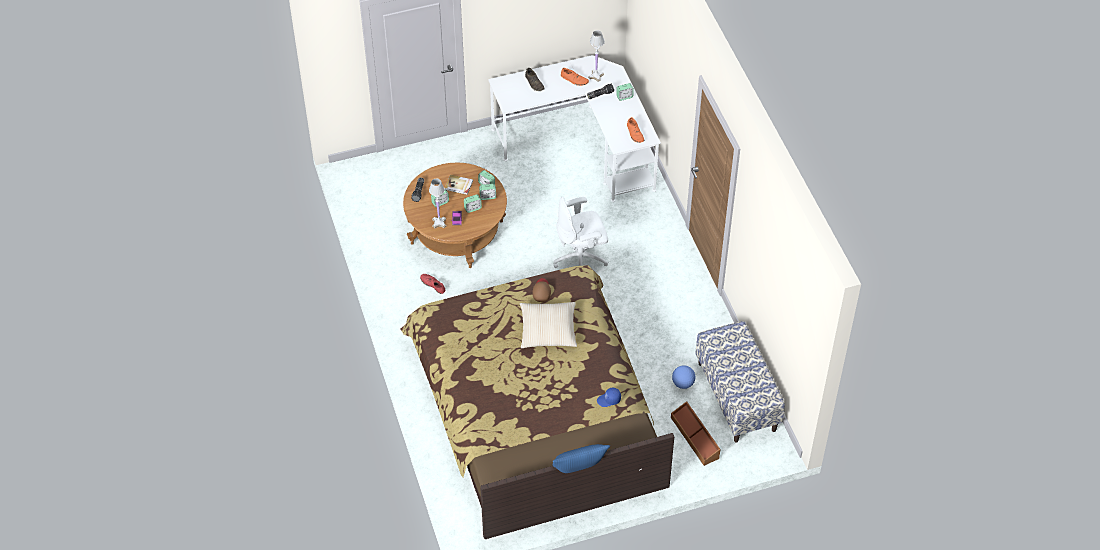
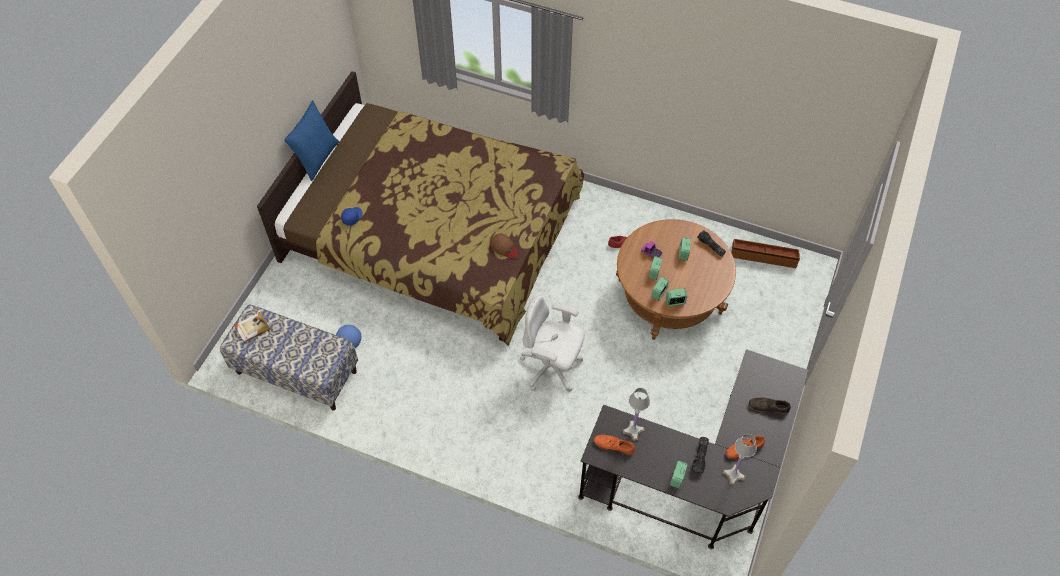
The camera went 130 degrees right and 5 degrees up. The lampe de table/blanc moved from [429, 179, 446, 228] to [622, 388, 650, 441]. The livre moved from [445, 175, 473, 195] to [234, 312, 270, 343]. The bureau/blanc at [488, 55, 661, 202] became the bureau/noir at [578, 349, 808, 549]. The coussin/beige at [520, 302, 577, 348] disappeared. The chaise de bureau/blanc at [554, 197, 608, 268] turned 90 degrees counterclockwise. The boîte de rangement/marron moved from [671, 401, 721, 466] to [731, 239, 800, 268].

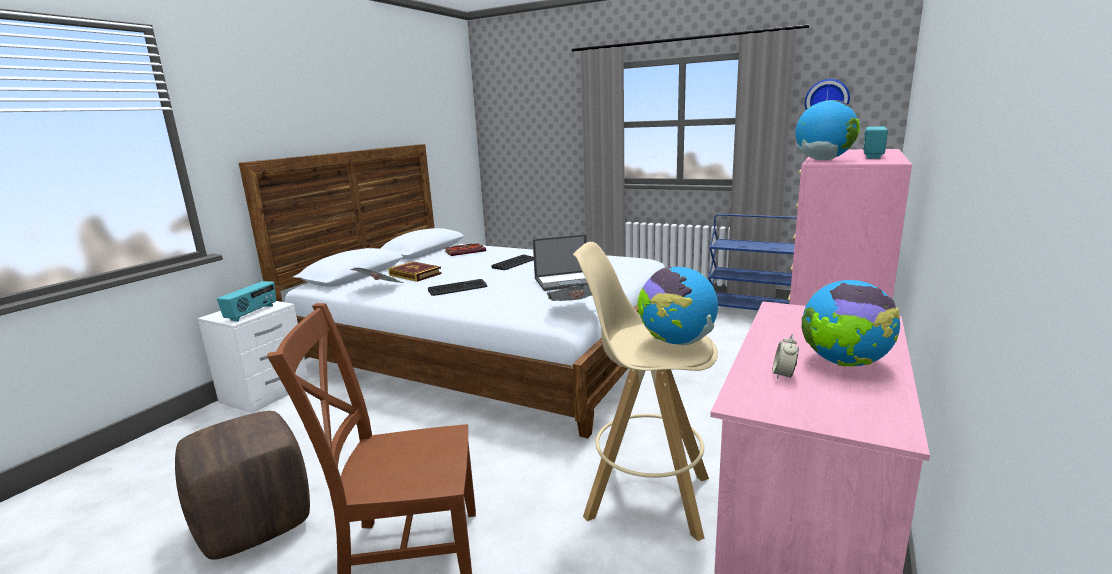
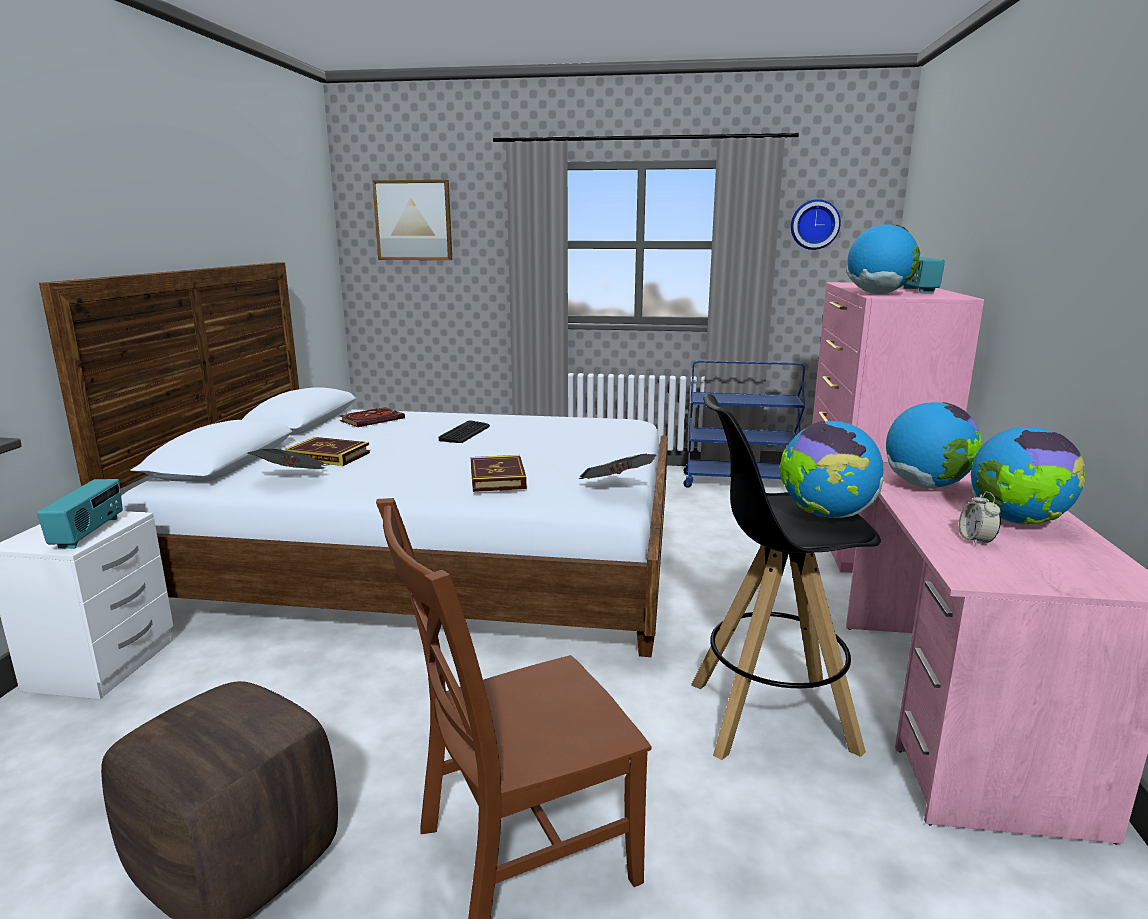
The camera went 20 degrees left and 0 degrees up. The clavier at [428, 279, 487, 296] disappeared. The ordinateur portable at [533, 234, 588, 291] disappeared. The tabouret/beige at [573, 242, 718, 541] became the tabouret/noir at [691, 394, 881, 760]. The tableau at [372, 180, 452, 260] appeared. The livre at [471, 455, 527, 492] appeared. The globe at [886, 402, 982, 489] appeared.

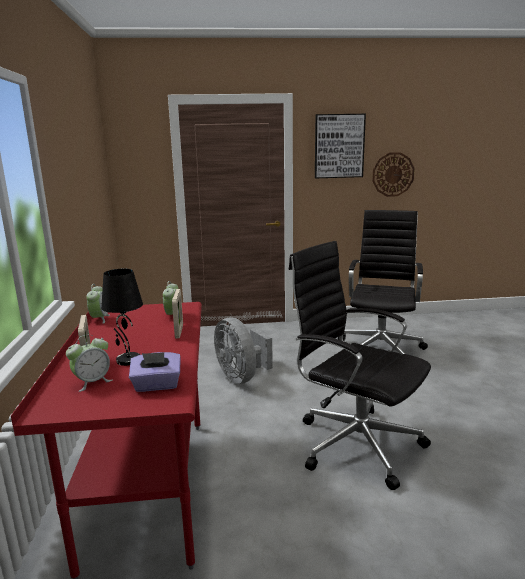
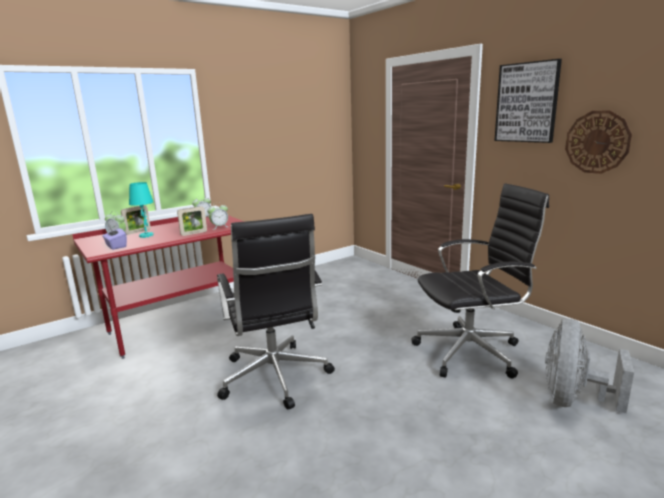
The camera went 60 degrees right and 0 degrees up. The lampe de table/noir at [101, 269, 143, 366] became the lampe de table/turquoise at [129, 182, 154, 238]. The ventilateur/gris moved from [214, 317, 273, 384] to [545, 319, 634, 413]. The chaise de bureau/noir at [289, 241, 431, 490] turned 150 degrees clockwise.

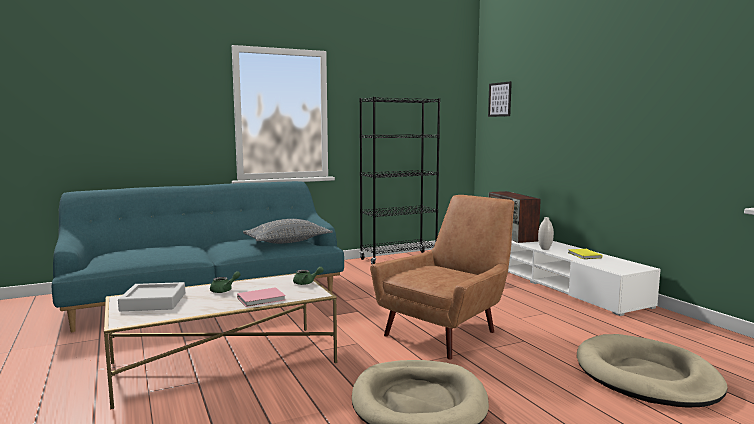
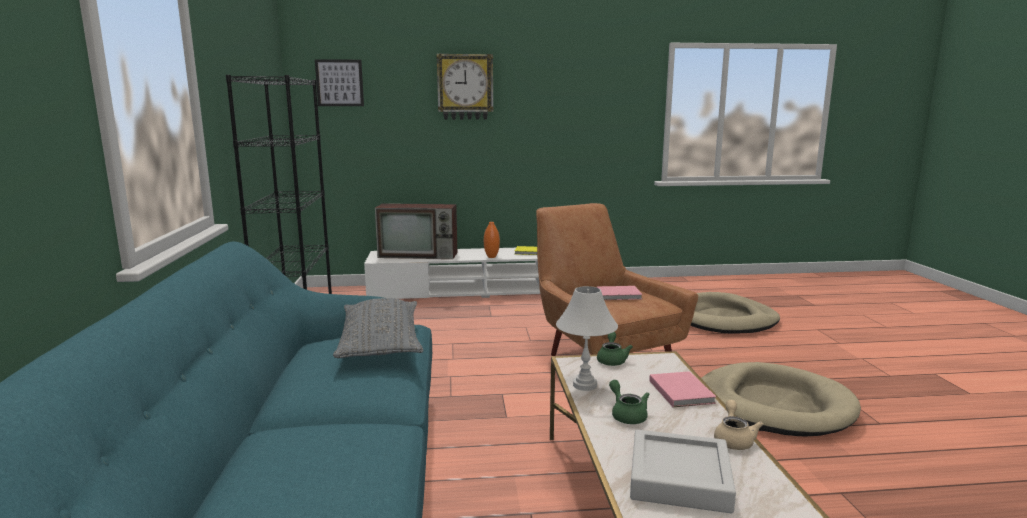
The camera went 70 degrees left and 5 degrees up. The vase/blanc at [538, 217, 554, 250] became the vase/orange at [484, 222, 500, 258]. The horloge murale at [437, 54, 494, 120] appeared. The lampe de table/blanc at [556, 286, 618, 391] appeared. The livre/rose at [597, 286, 643, 300] appeared. The théière/beige at [714, 400, 763, 450] appeared.

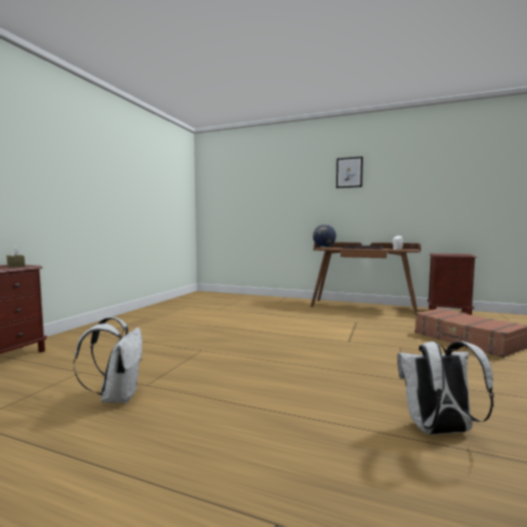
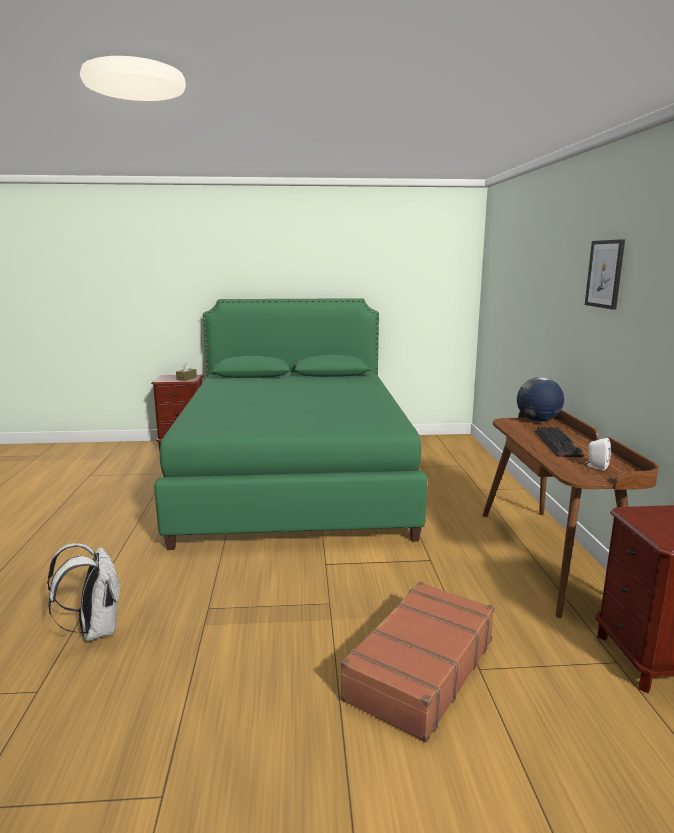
The camera went 65 degrees right and 10 degrees up. The sac à dos/blanc at [74, 317, 142, 403] disappeared. The lit/vert at [154, 298, 427, 550] appeared.

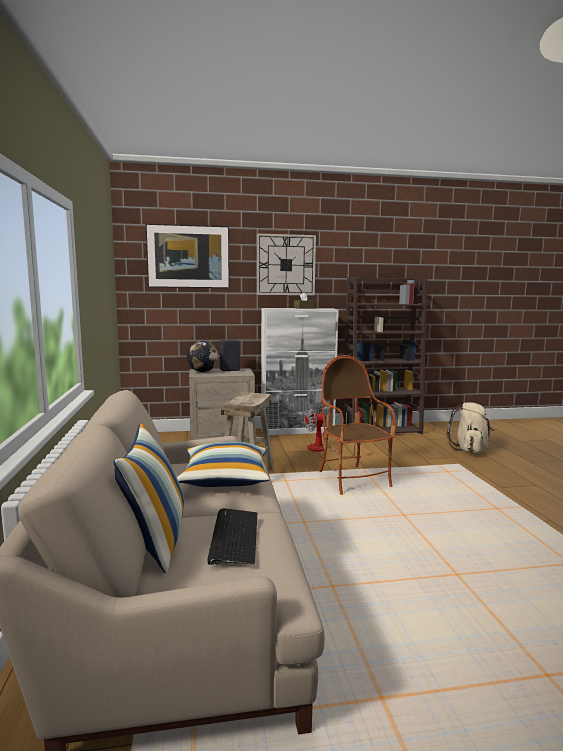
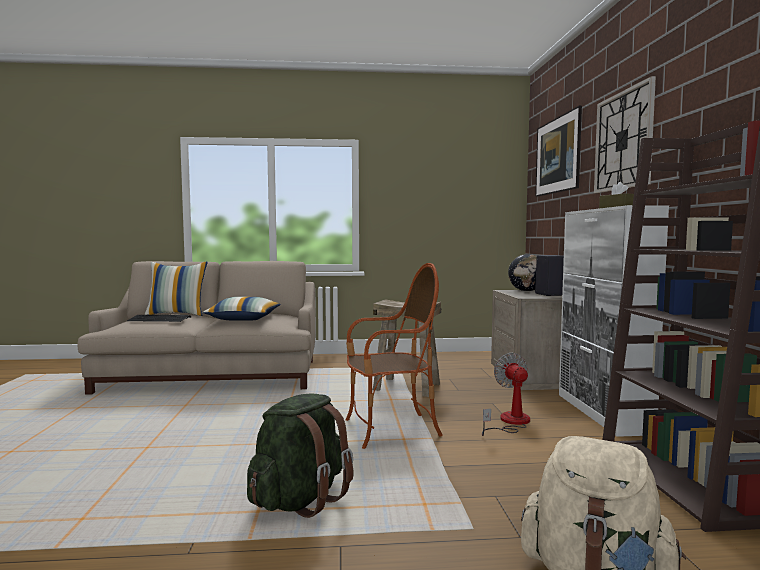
The camera went 95 degrees right and 5 degrees down. The sac à dos/vert at [247, 394, 353, 518] appeared.

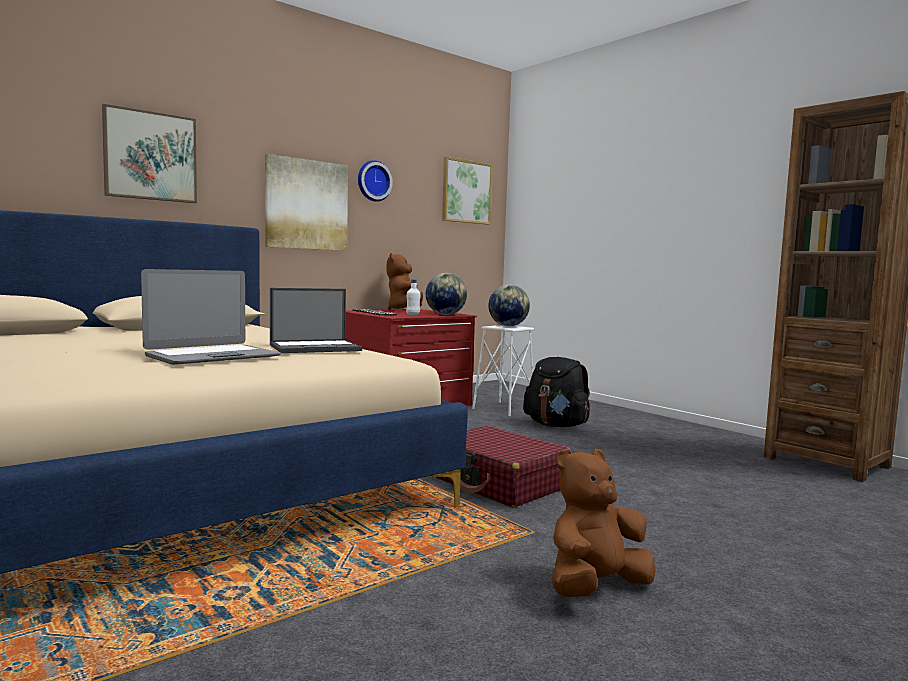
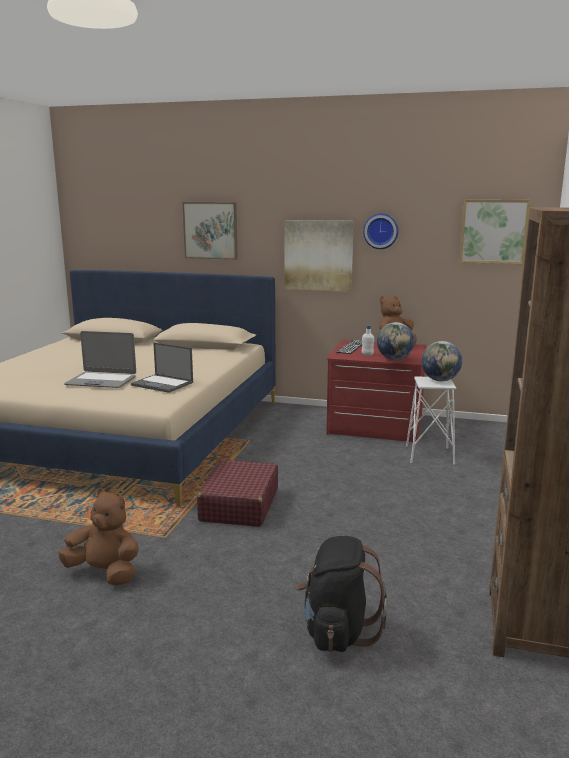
The camera went 55 degrees right and 10 degrees up. The sac à dos/noir moved from [523, 357, 590, 427] to [297, 536, 387, 652].

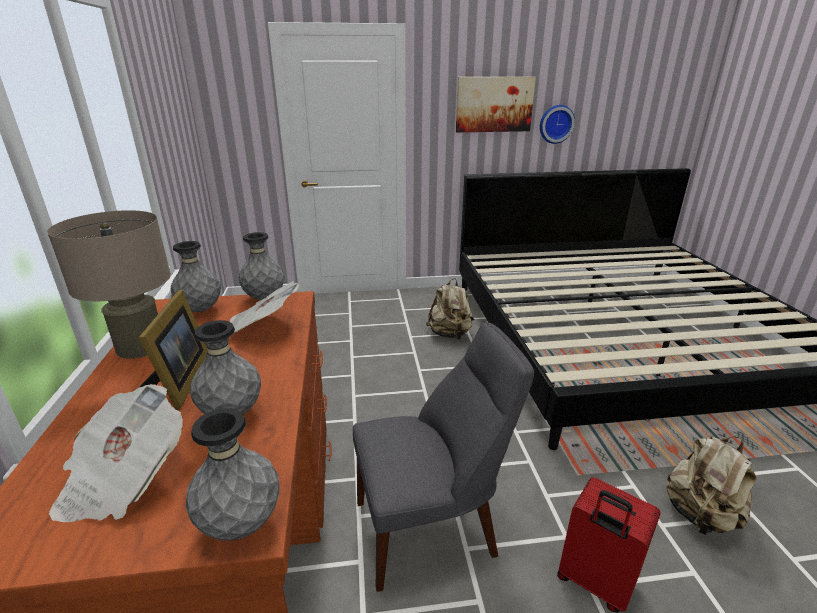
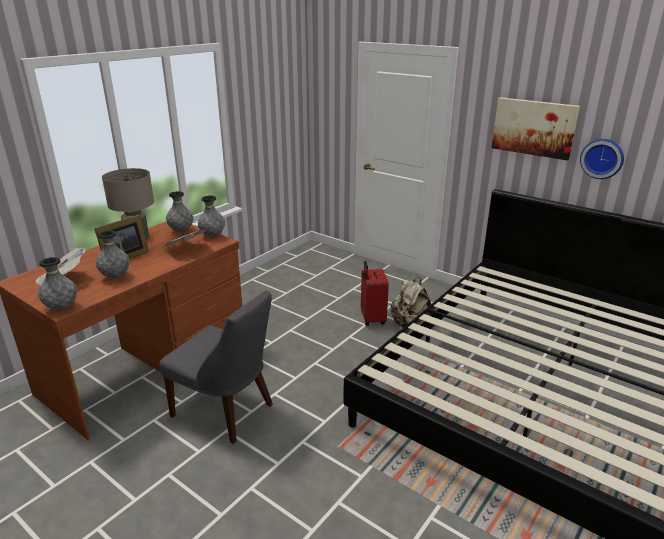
The camera went 45 degrees right and 0 degrees up. The valise/rouge moved from [557, 477, 661, 613] to [361, 261, 389, 326]. The sac à dos/beige at [666, 436, 756, 535] disappeared.

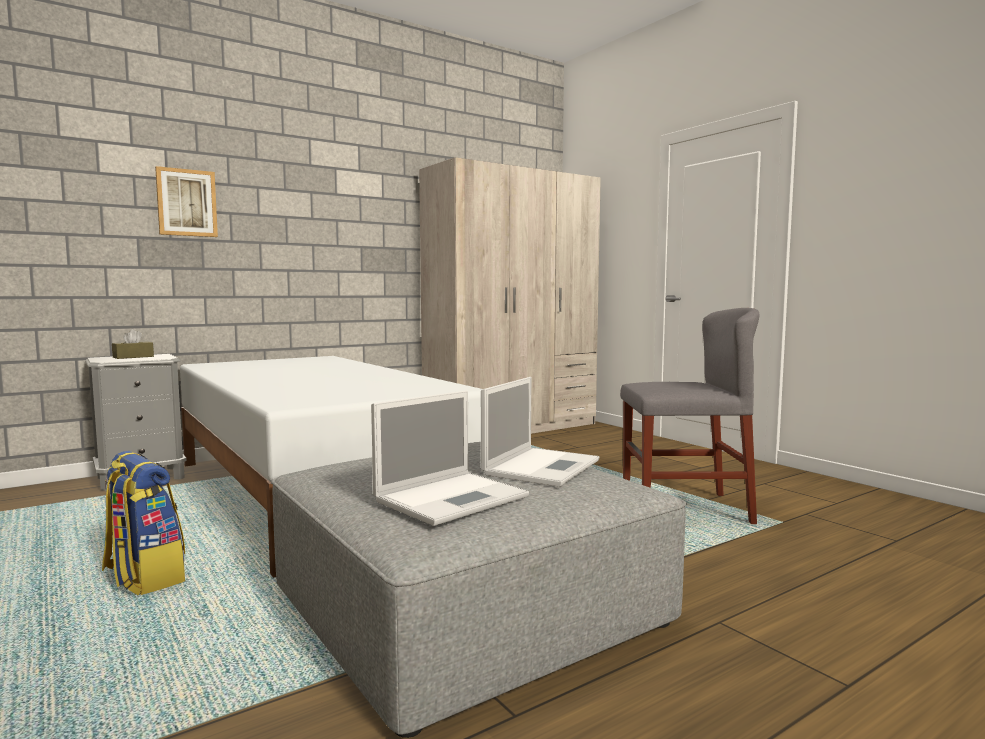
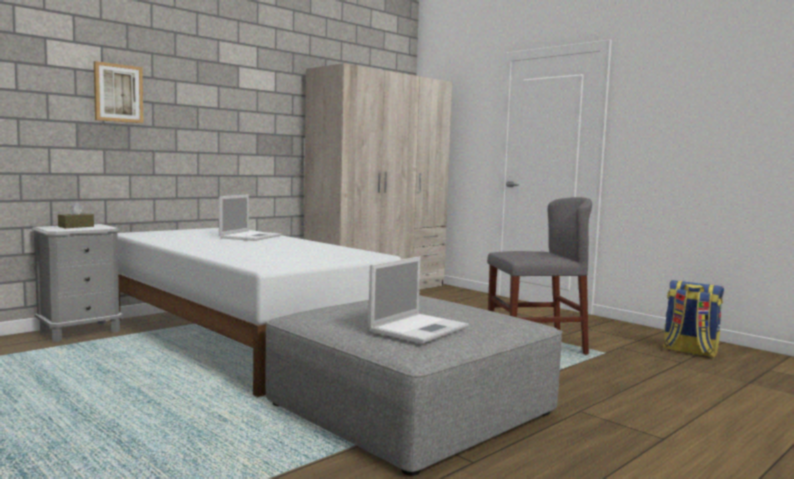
The camera went 10 degrees left and 0 degrees up. The sac à dos moved from [102, 451, 185, 596] to [662, 280, 724, 358]. The ordinateur portable moved from [481, 377, 599, 487] to [219, 194, 281, 241].

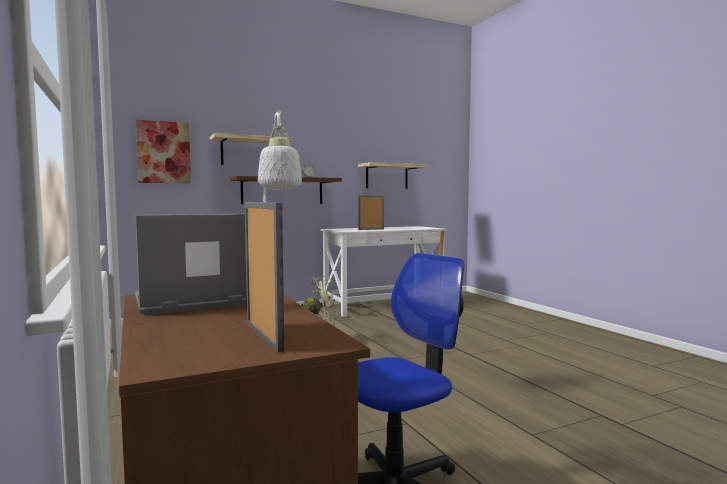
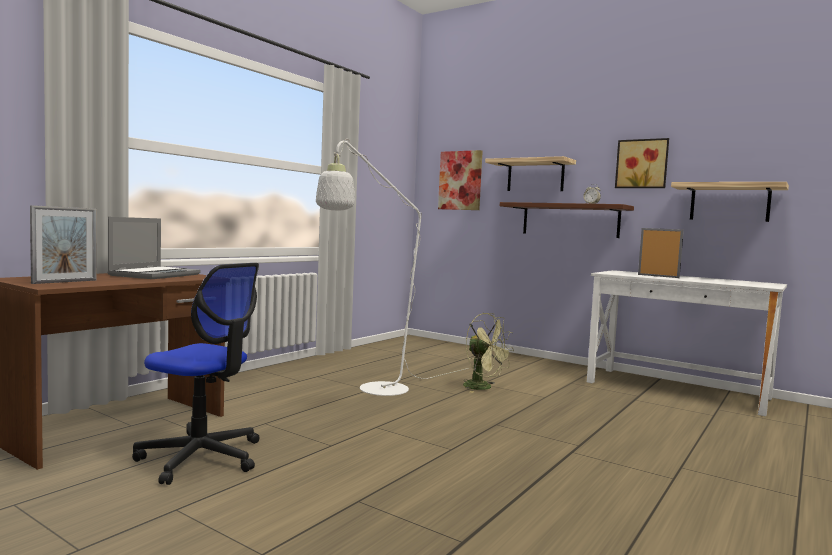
The camera went 60 degrees right and 0 degrees up. The ordinateur portable at [135, 213, 247, 315] turned 75 degrees clockwise. The tableau at [615, 138, 669, 188] appeared.

